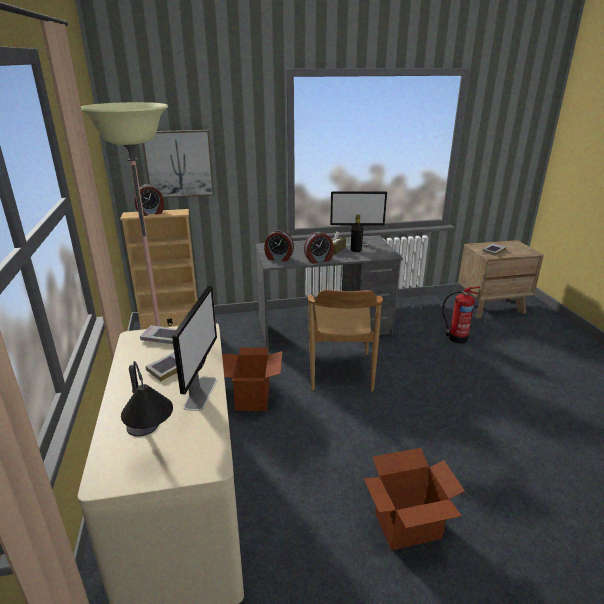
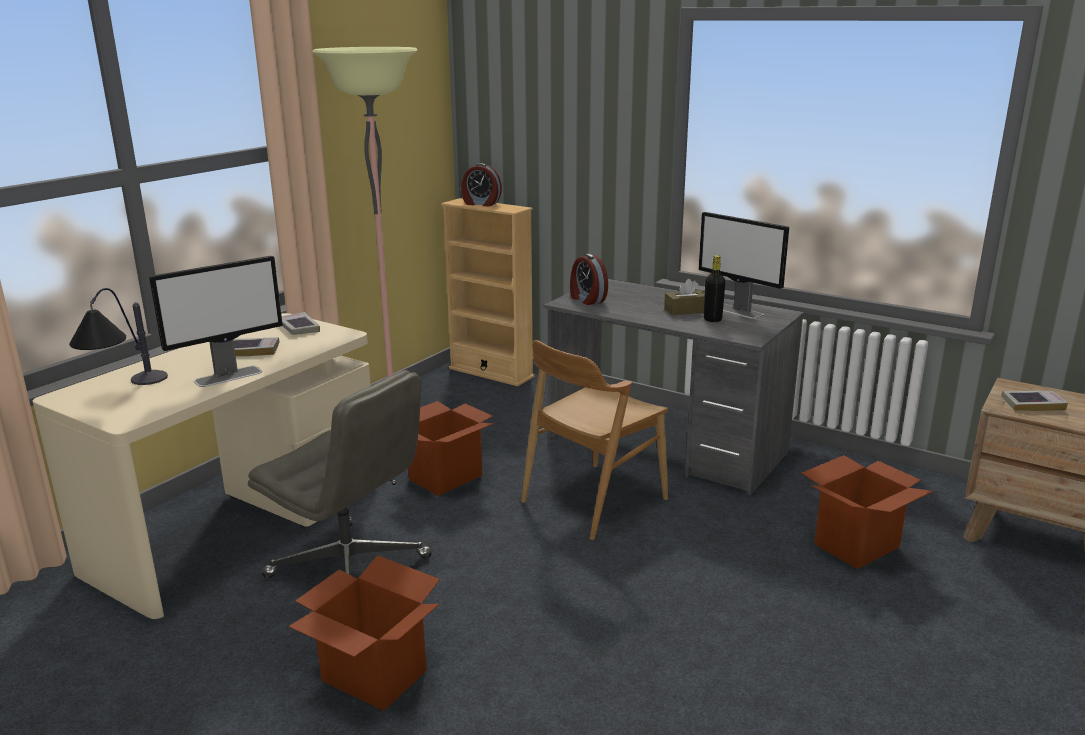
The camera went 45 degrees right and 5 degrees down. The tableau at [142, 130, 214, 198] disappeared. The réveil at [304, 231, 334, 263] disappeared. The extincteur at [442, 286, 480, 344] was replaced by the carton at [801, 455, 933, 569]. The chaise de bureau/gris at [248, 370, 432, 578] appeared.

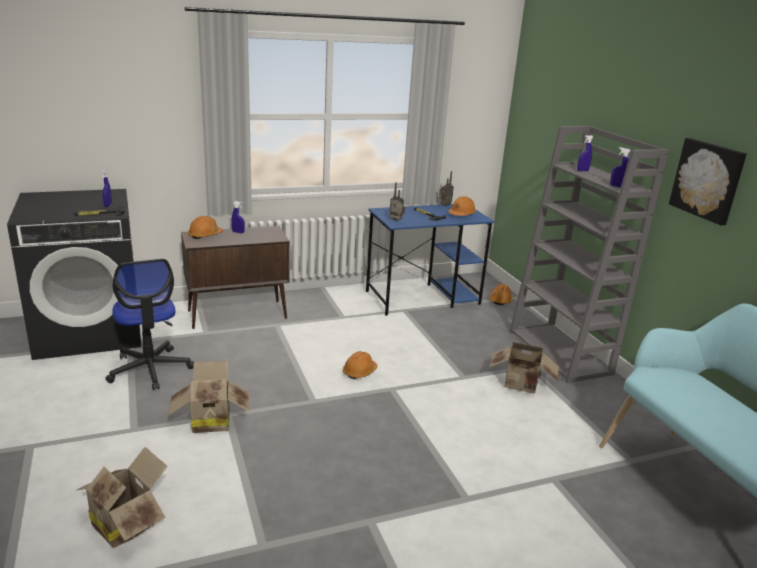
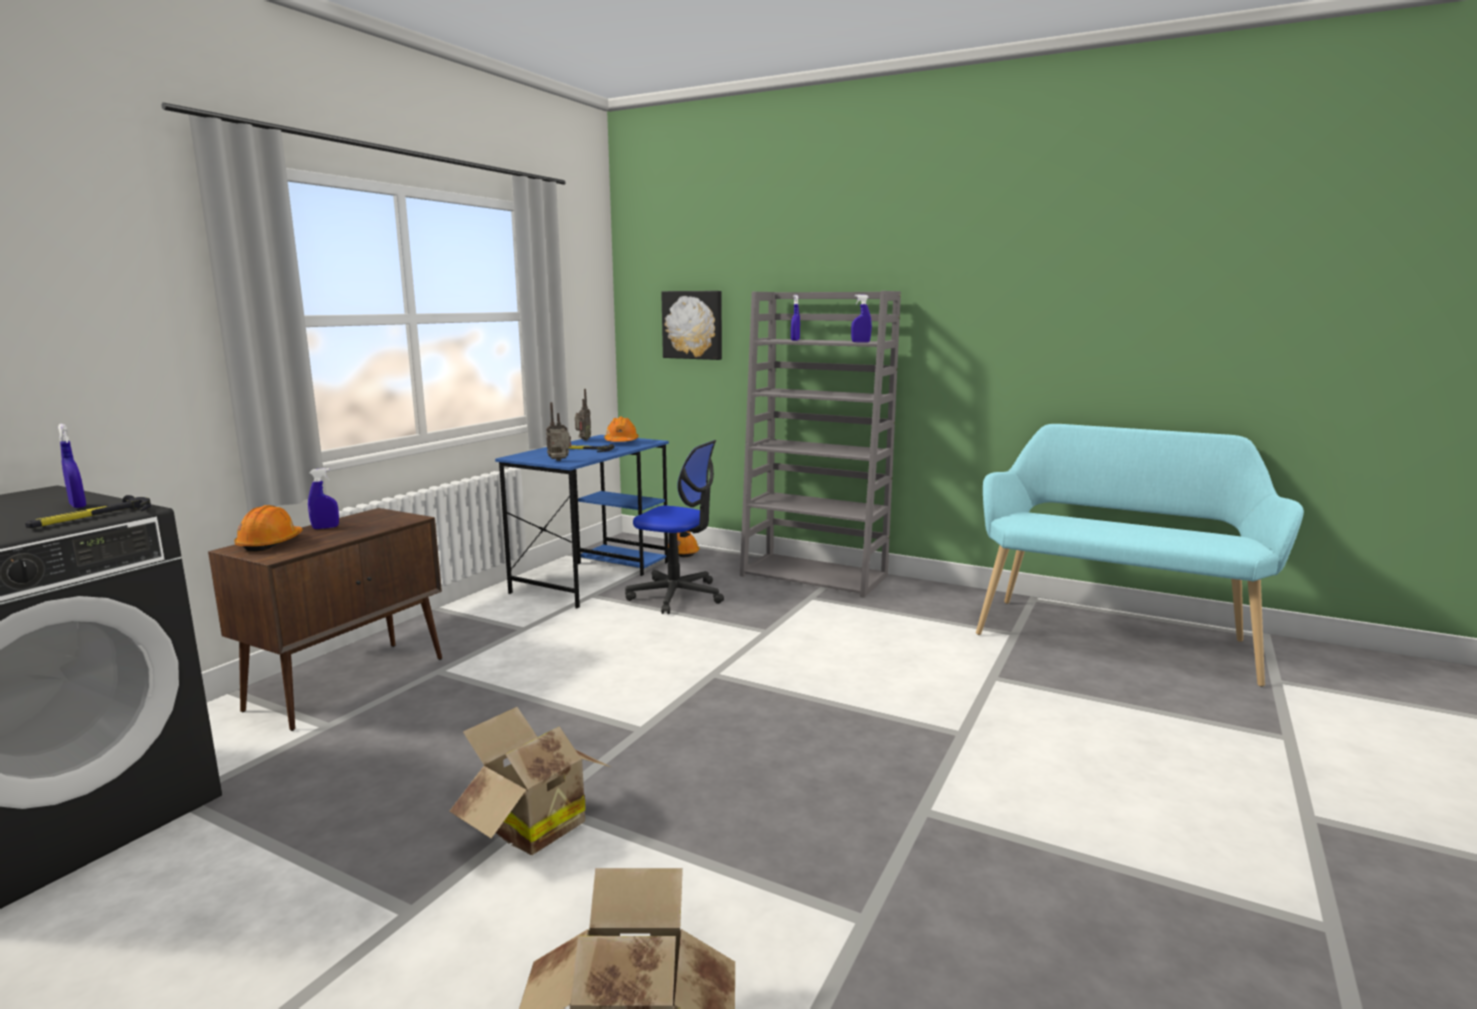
The camera went 40 degrees left and 10 degrees down. The chaise de bureau moved from [106, 259, 194, 390] to [625, 440, 724, 614]. The casque de chantier/orange at [343, 351, 377, 379] disappeared. The carton at [490, 342, 559, 394] disappeared. The tableau moved from [669, 138, 747, 225] to [661, 291, 722, 360].

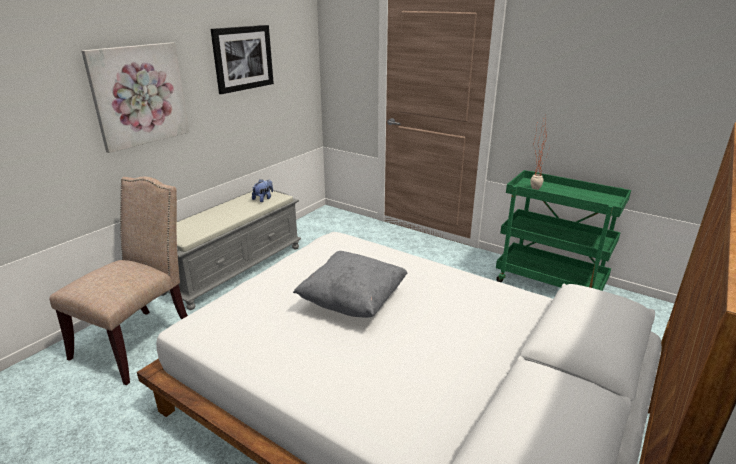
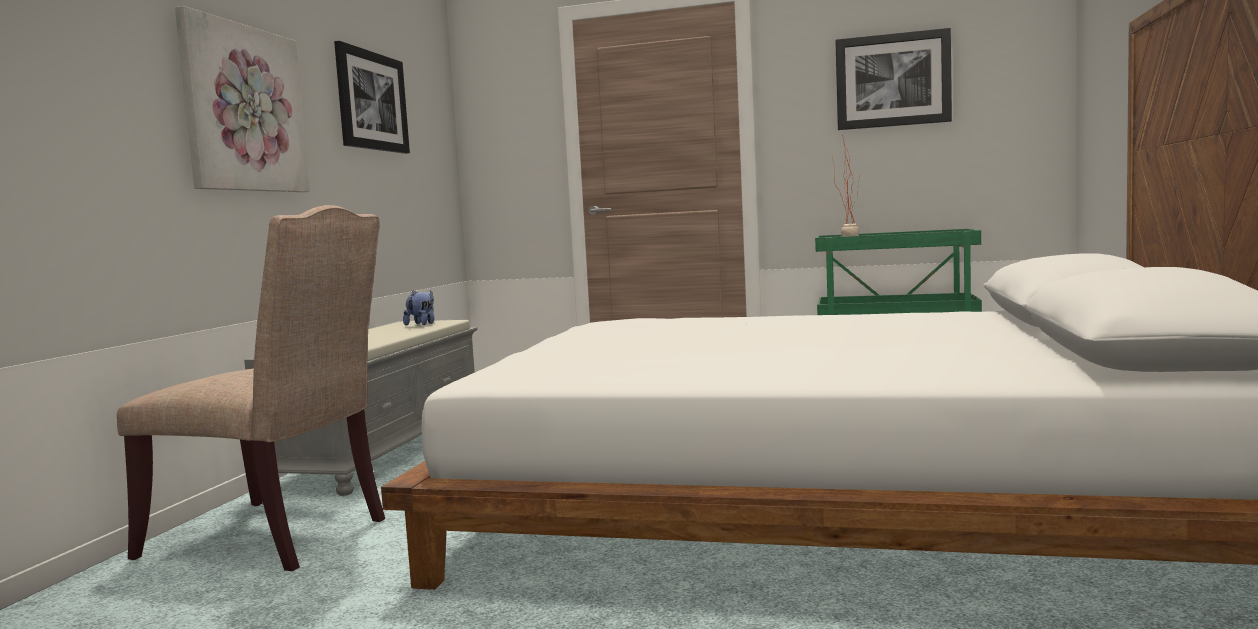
The camera went 20 degrees left and 20 degrees down. The chaise/beige at [49, 177, 188, 385] turned 105 degrees clockwise. The coussin/gris at [293, 251, 407, 318] disappeared. The tableau at [835, 28, 952, 130] appeared.

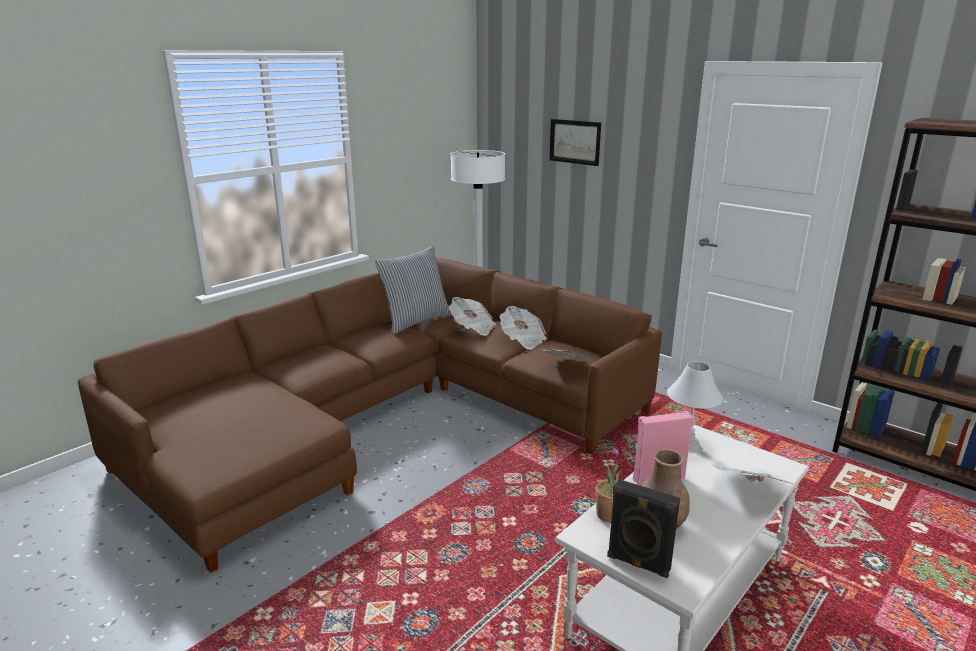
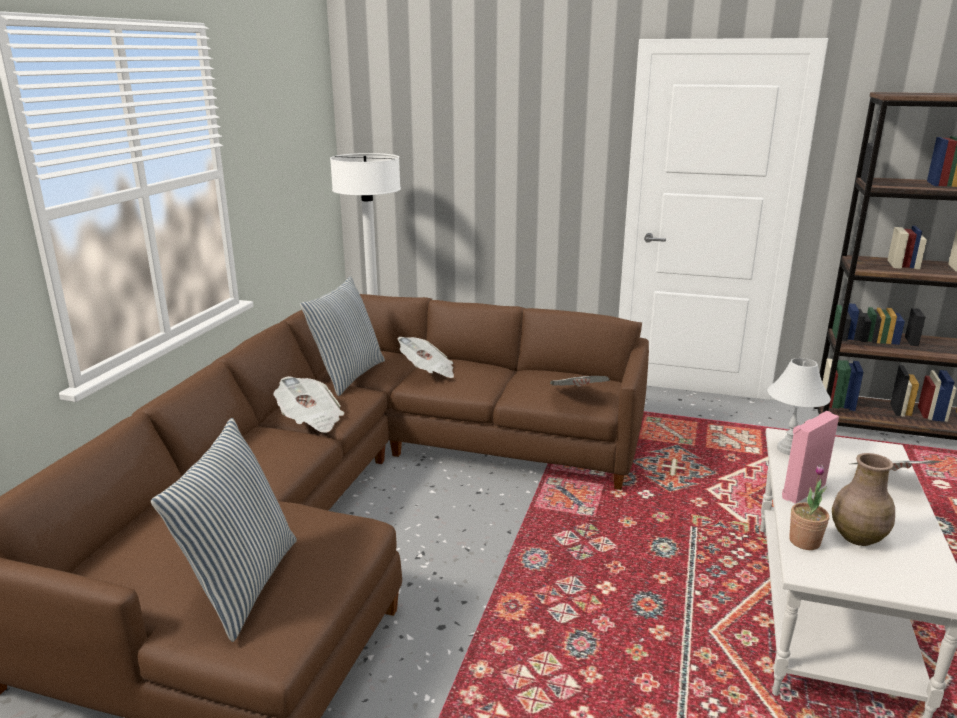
The camera went 25 degrees left and 0 degrees up. The journal moved from [500, 306, 547, 350] to [274, 376, 344, 433]. The tableau at [550, 119, 601, 166] disappeared. The enceinte/noir at [607, 479, 680, 578] disappeared. The coussin at [151, 418, 297, 642] appeared.

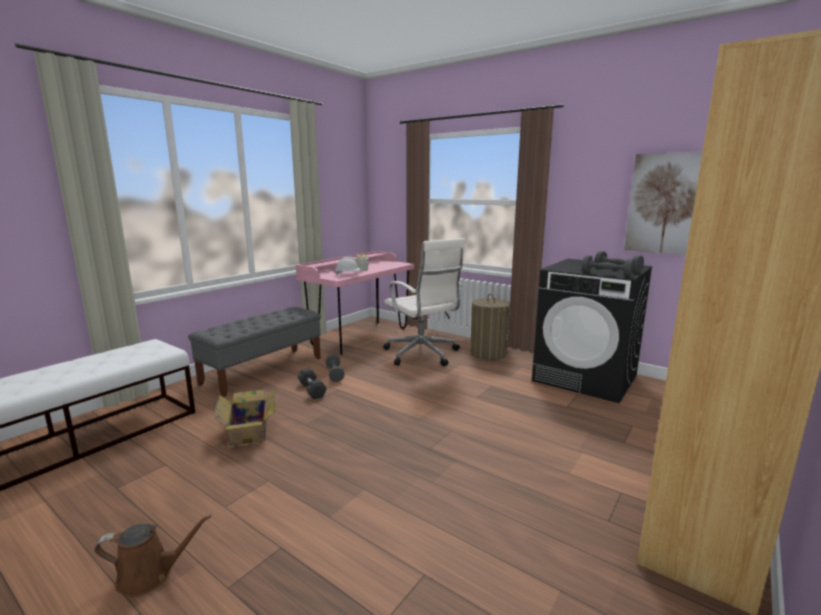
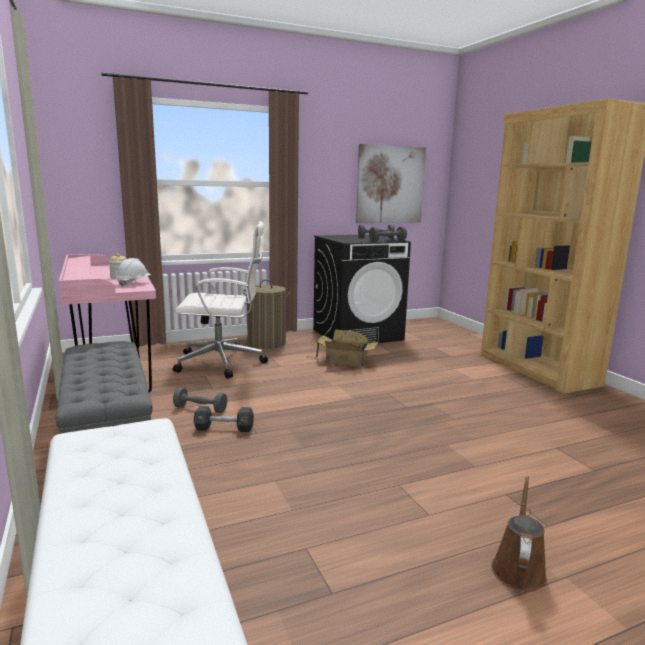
The camera went 60 degrees left and 0 degrees up. The carton moved from [215, 389, 275, 446] to [306, 329, 378, 367].

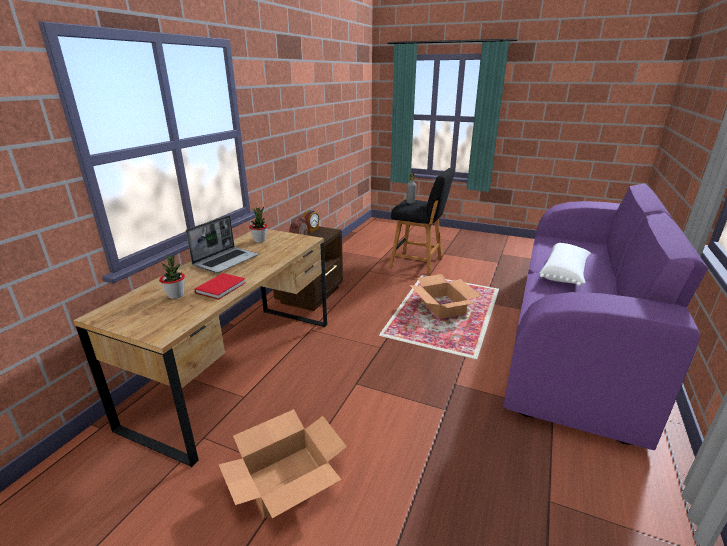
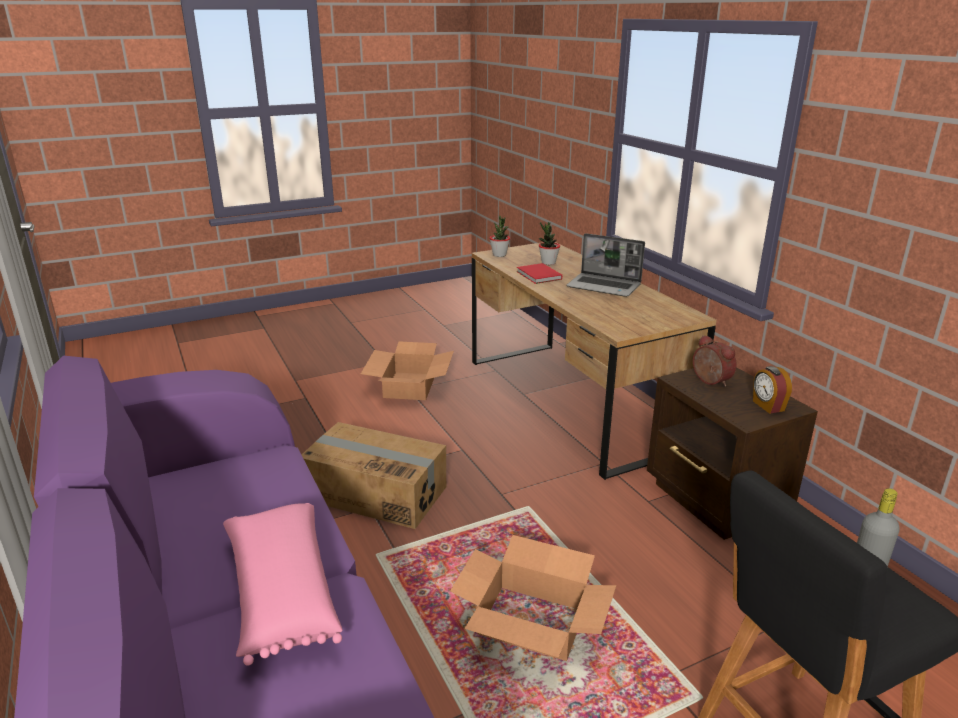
The camera went 130 degrees right and 0 degrees up. The ordinateur portable at [186, 215, 259, 273] turned 45 degrees counterclockwise. The plante en pot moved from [249, 206, 267, 243] to [489, 216, 510, 257]. The coussin/blanc at [540, 243, 591, 286] became the coussin/rose at [223, 503, 342, 666]. The carton at [302, 422, 446, 529] appeared.

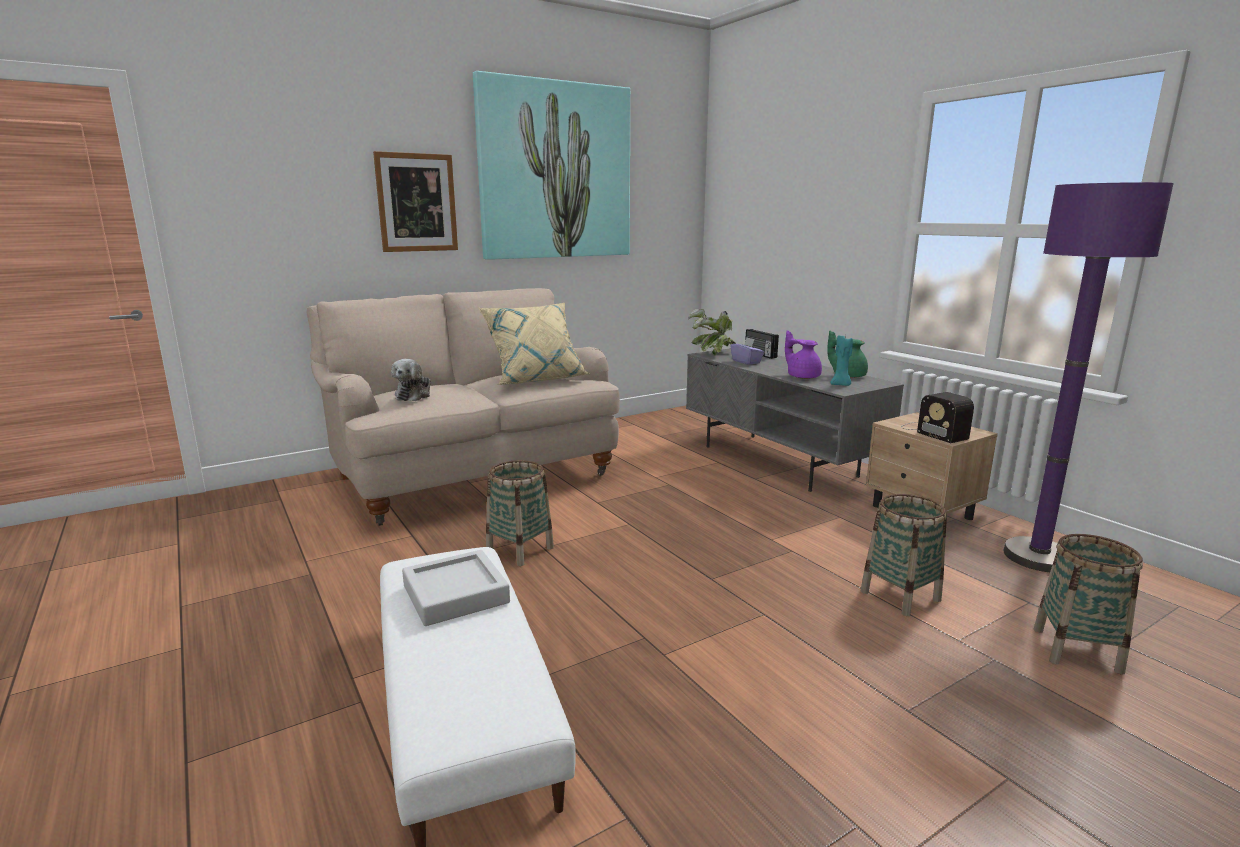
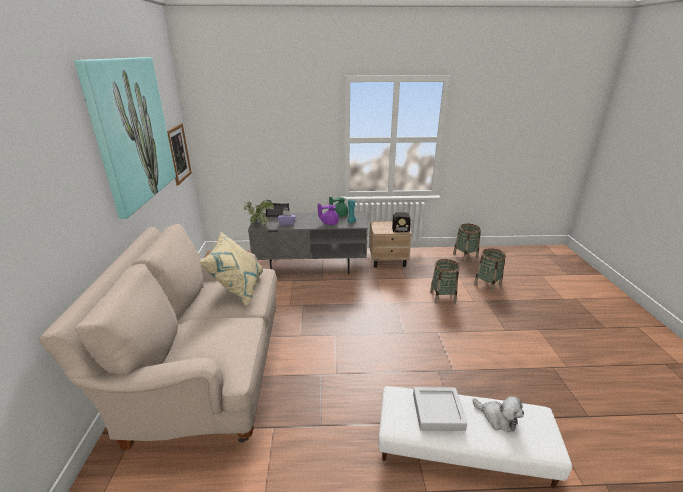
The camera went 60 degrees left and 10 degrees up. The tableau moved from [373, 151, 458, 252] to [167, 124, 192, 185]. The peluche moved from [391, 359, 431, 401] to [472, 396, 524, 432]. The panier moved from [486, 460, 554, 566] to [453, 224, 481, 261]. The lampadaire/violet at [1003, 182, 1174, 572] disappeared.

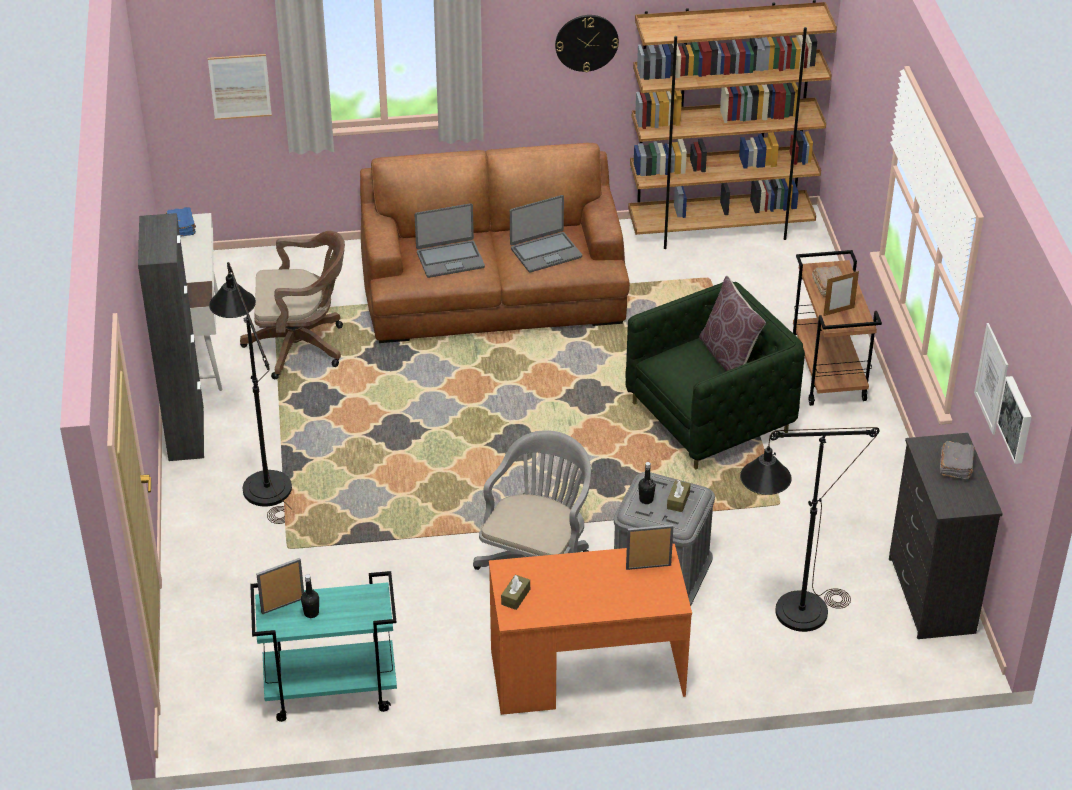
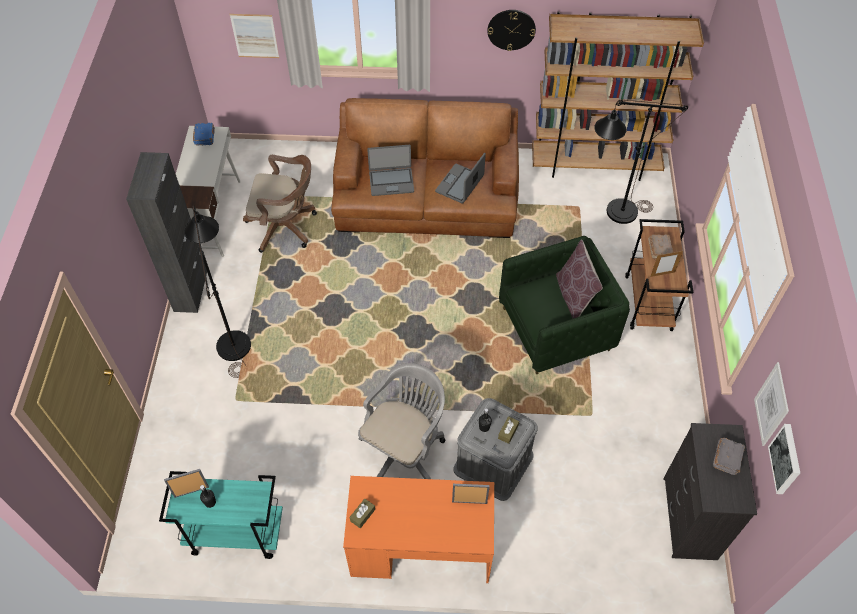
The camera went 10 degrees right and 15 degrees up. The ordinateur portable at [510, 195, 582, 272] turned 135 degrees clockwise. The lampadaire/noir moved from [740, 427, 879, 632] to [594, 100, 688, 224].

